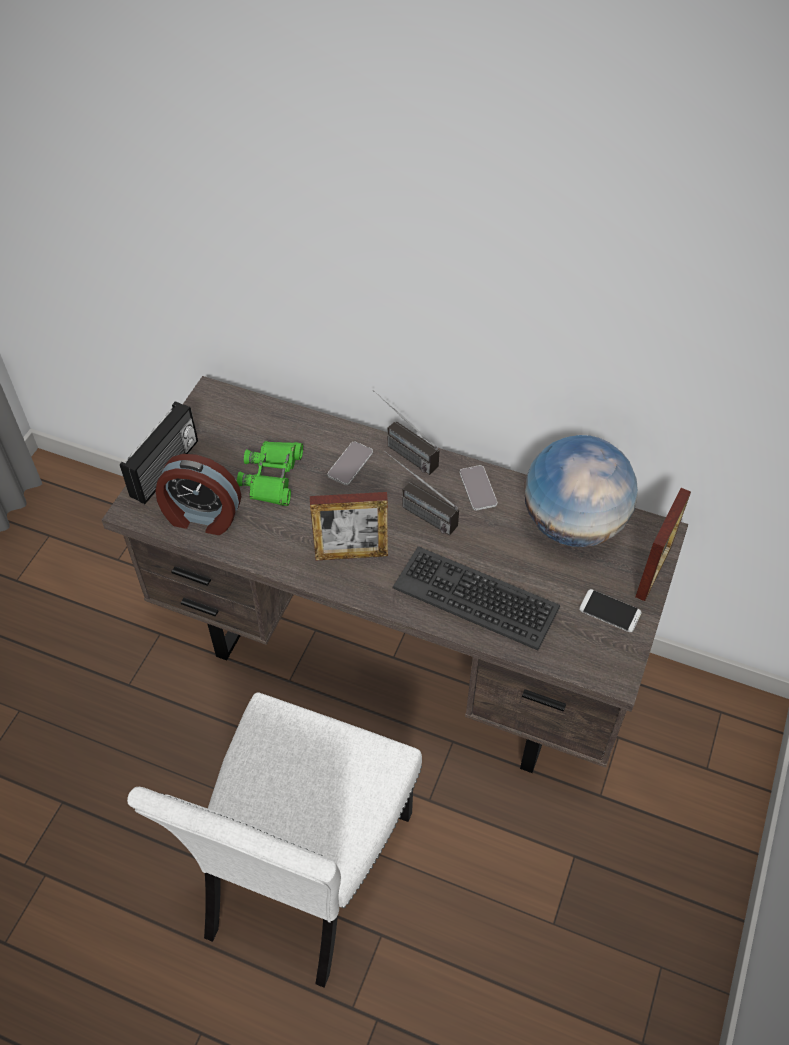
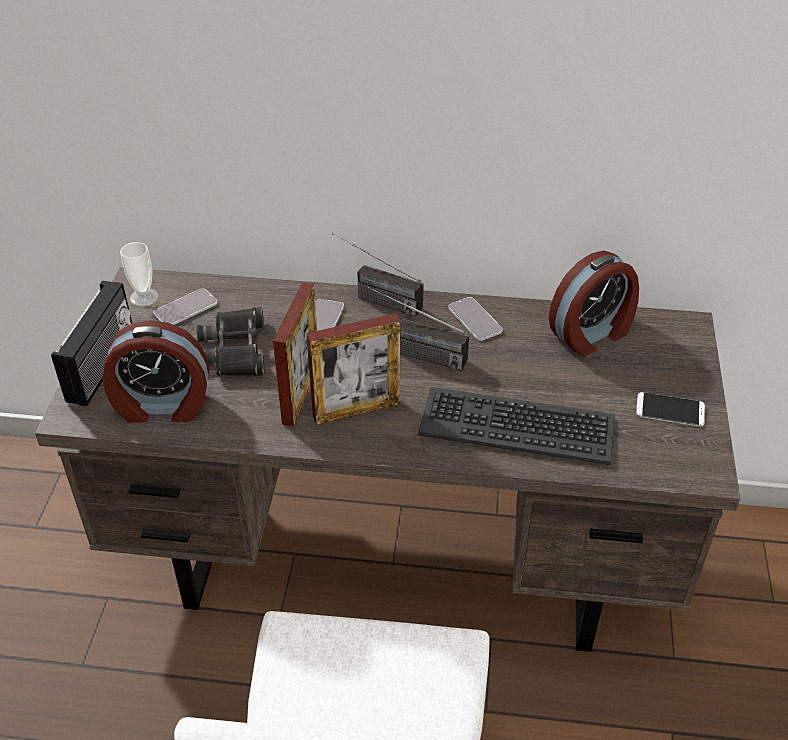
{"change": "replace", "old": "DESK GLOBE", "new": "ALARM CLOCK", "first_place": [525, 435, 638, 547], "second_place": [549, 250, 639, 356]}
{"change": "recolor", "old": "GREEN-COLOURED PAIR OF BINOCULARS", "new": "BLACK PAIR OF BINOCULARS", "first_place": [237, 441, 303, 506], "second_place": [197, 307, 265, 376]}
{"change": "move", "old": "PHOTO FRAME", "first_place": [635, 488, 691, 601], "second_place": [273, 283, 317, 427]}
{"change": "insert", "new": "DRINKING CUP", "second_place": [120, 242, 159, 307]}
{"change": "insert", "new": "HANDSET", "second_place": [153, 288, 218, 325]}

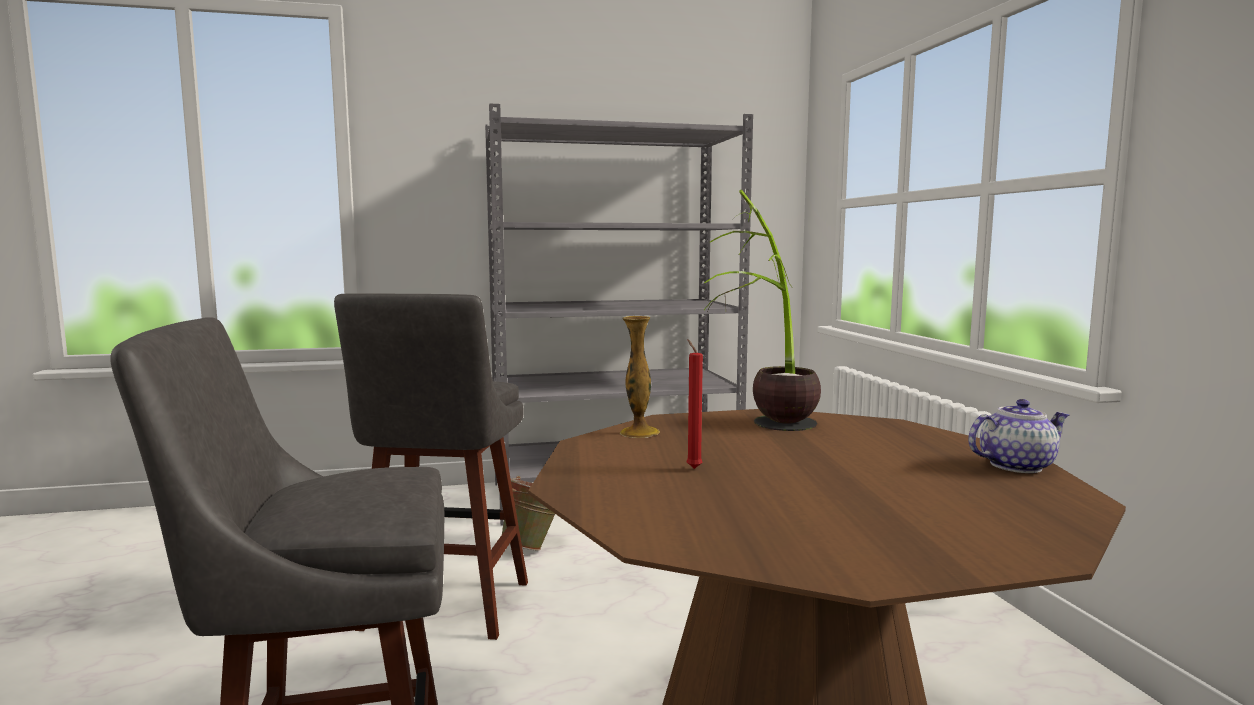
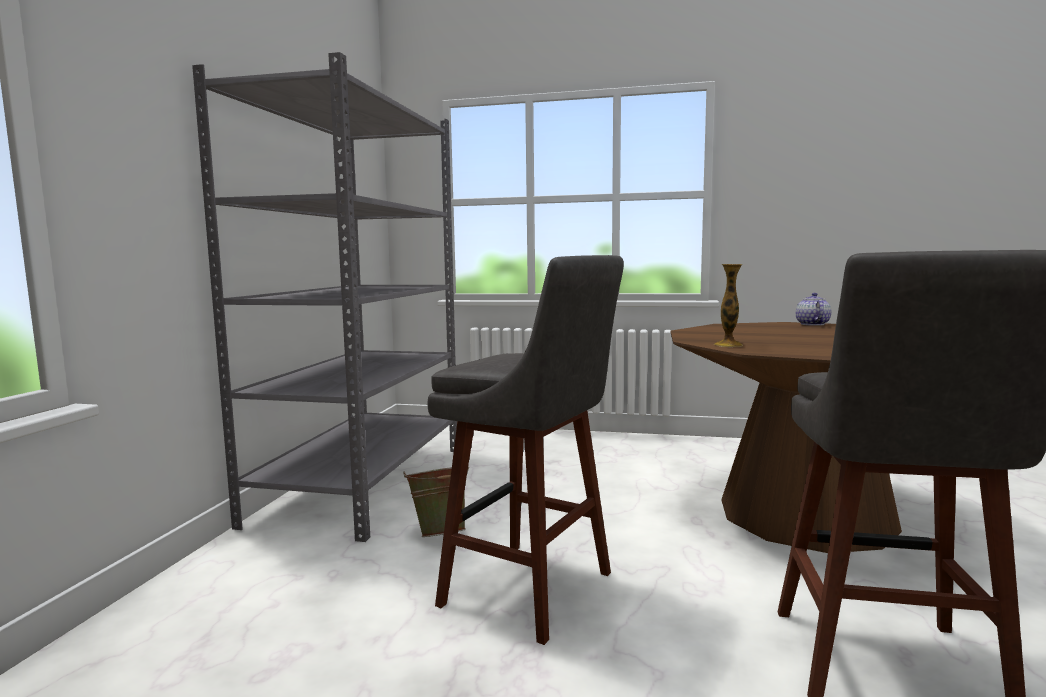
{"change": "delete", "old": "POTTED PLANT", "first_place": [704, 190, 821, 431]}
{"change": "delete", "old": "RED-COLOURED WAX CANDLE", "first_place": [686, 339, 703, 469]}

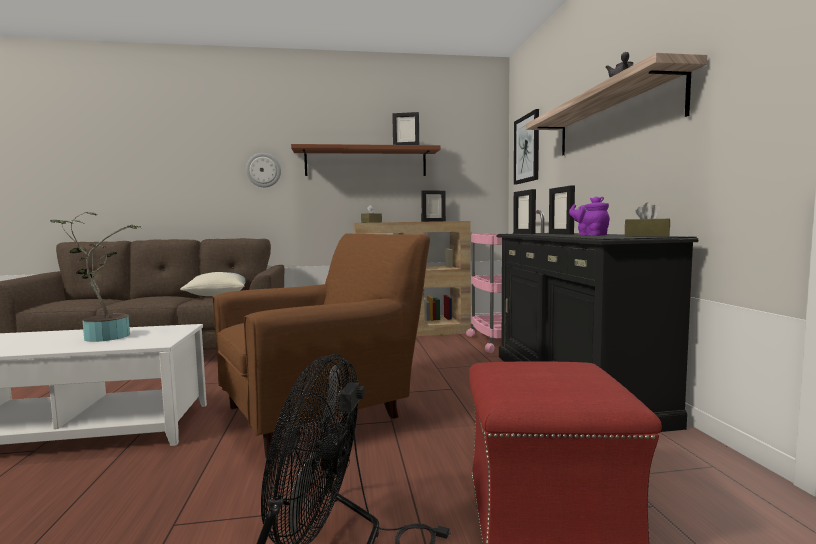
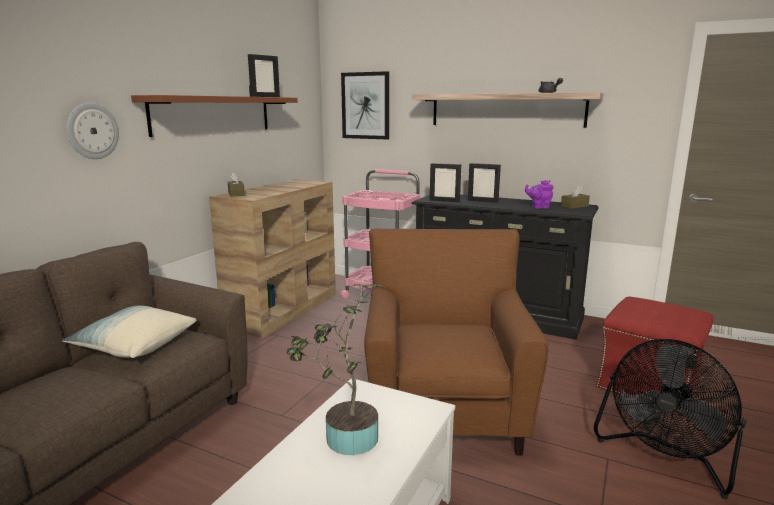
{"change": "delete", "old": "PHOTO FRAME", "first_place": [421, 190, 446, 222]}

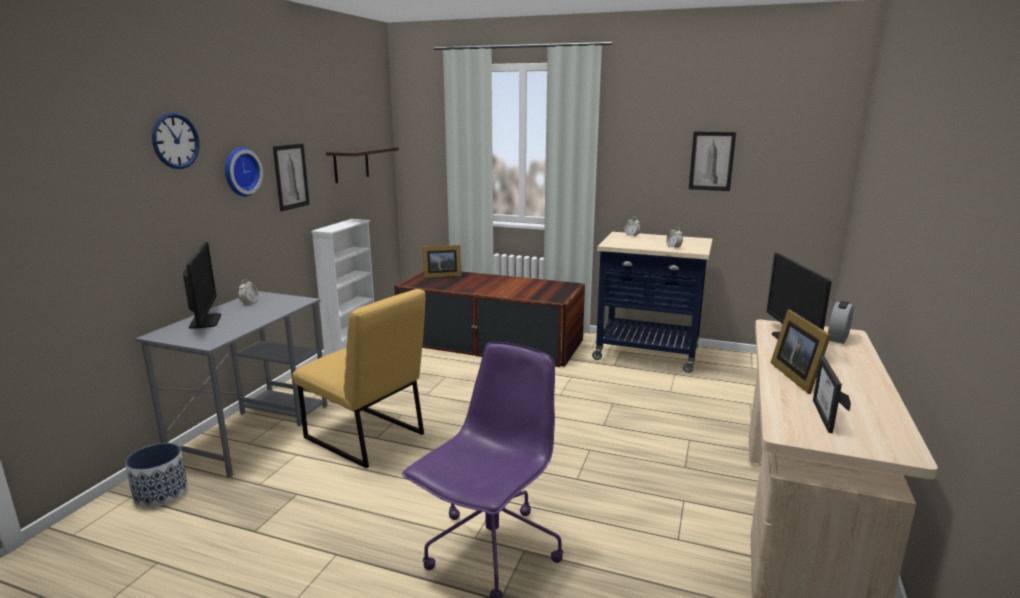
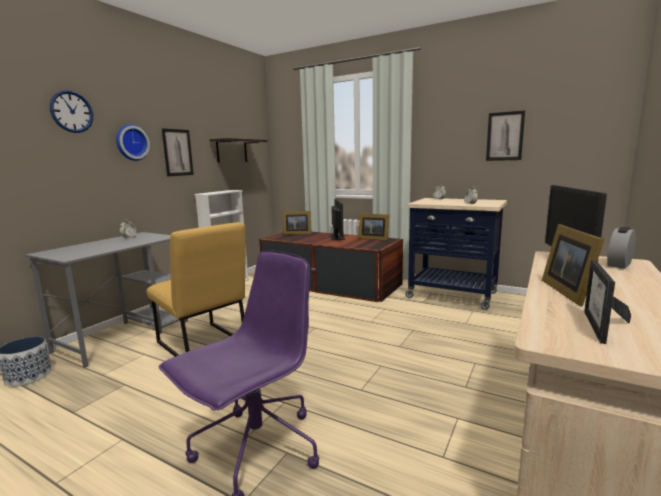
{"change": "move", "old": "COMPUTER DISPLAY", "first_place": [183, 242, 221, 329], "second_place": [330, 199, 345, 240]}
{"change": "insert", "new": "PHOTO FRAME", "second_place": [358, 214, 389, 241]}

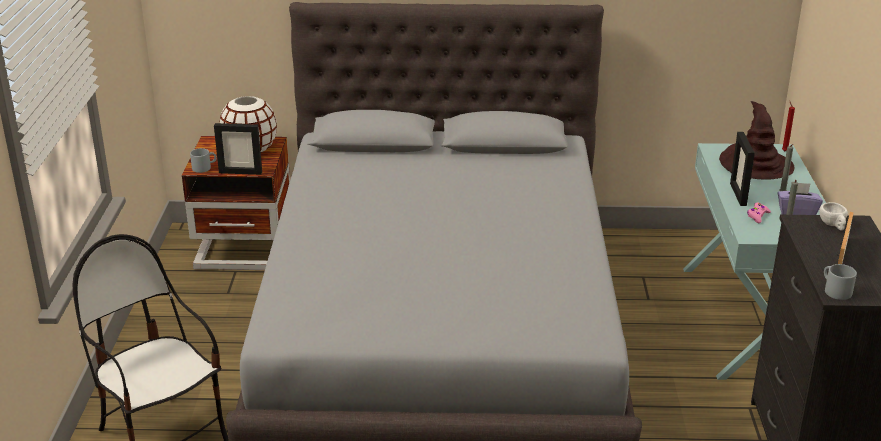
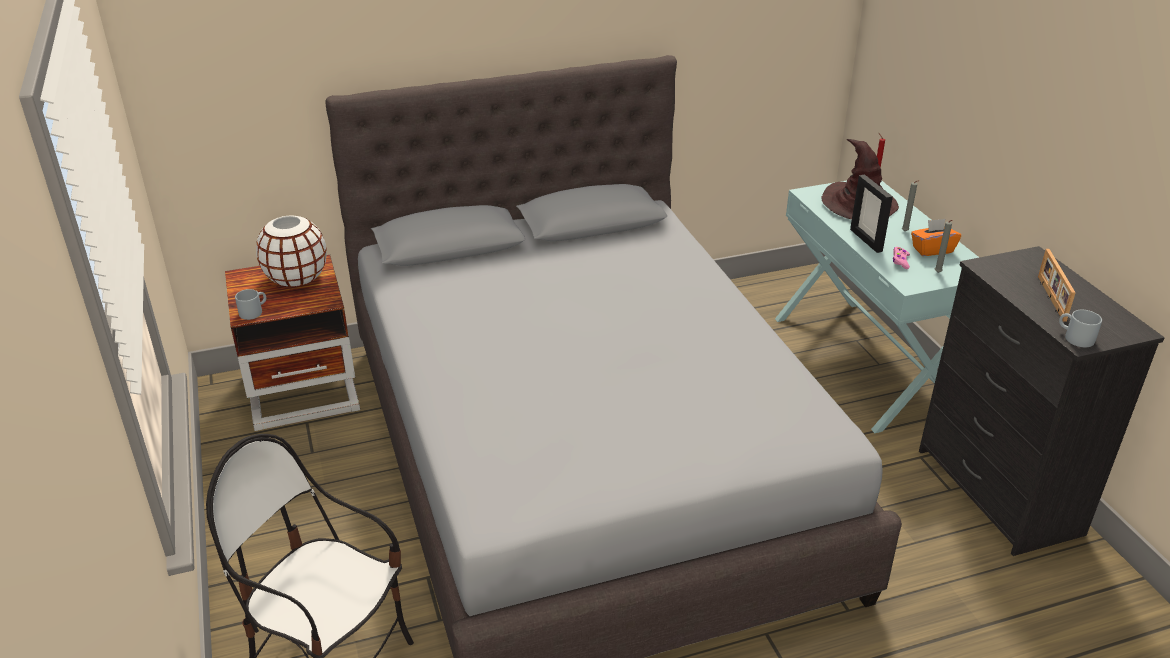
{"change": "delete", "old": "PHOTO FRAME", "first_place": [214, 123, 262, 175]}
{"change": "recolor", "old": "PURPLISH BOX OF TISSUES", "new": "ORANGE-COLOURED BOX OF TISSUES", "first_place": [778, 183, 823, 215], "second_place": [911, 219, 961, 256]}
{"change": "delete", "old": "WHITISH DRINKING CUP", "first_place": [819, 202, 848, 231]}

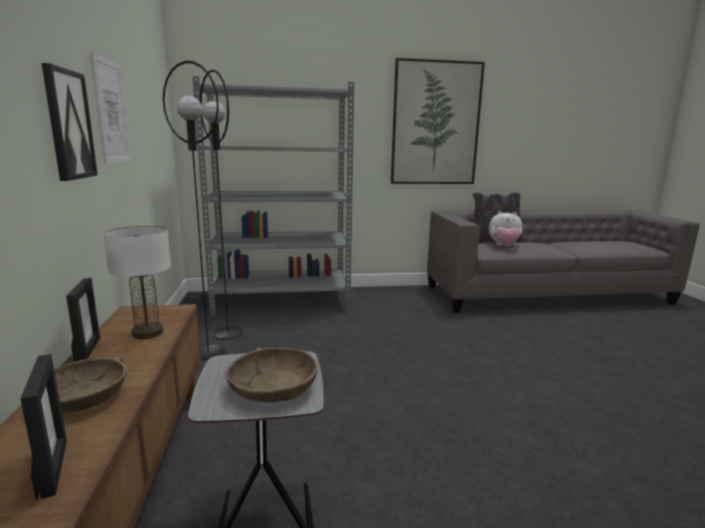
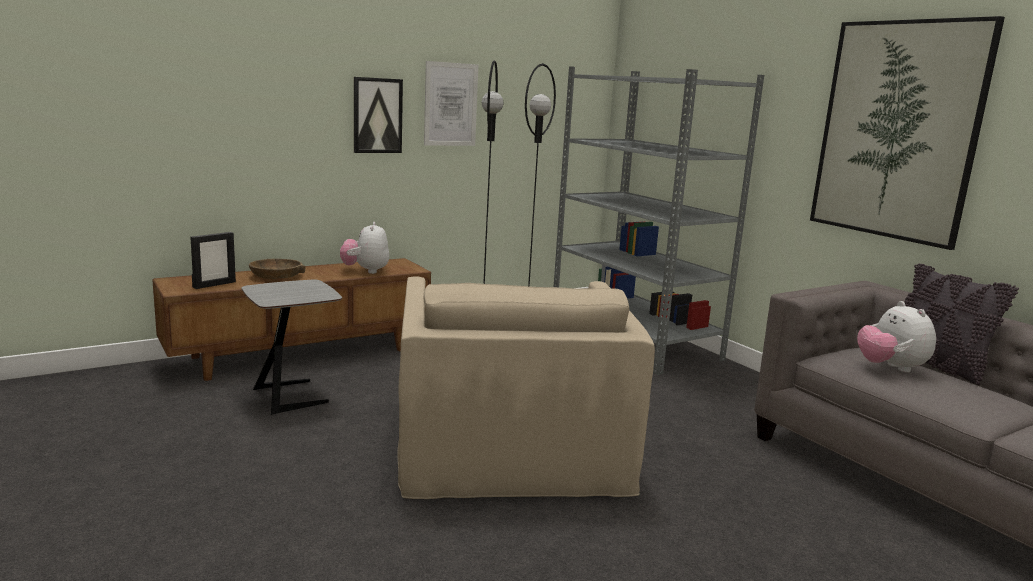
{"change": "replace", "old": "LAMP FOR A TABLE", "new": "PLUSH TOY", "first_place": [103, 226, 171, 339], "second_place": [340, 222, 389, 274]}
{"change": "delete", "old": "PHOTO FRAME", "first_place": [66, 278, 100, 362]}
{"change": "delete", "old": "BROWN-COLOURED DEEP DISH", "first_place": [226, 348, 318, 403]}
{"change": "insert", "new": "SAND-COLOURED EASY CHAIR", "second_place": [397, 276, 655, 499]}

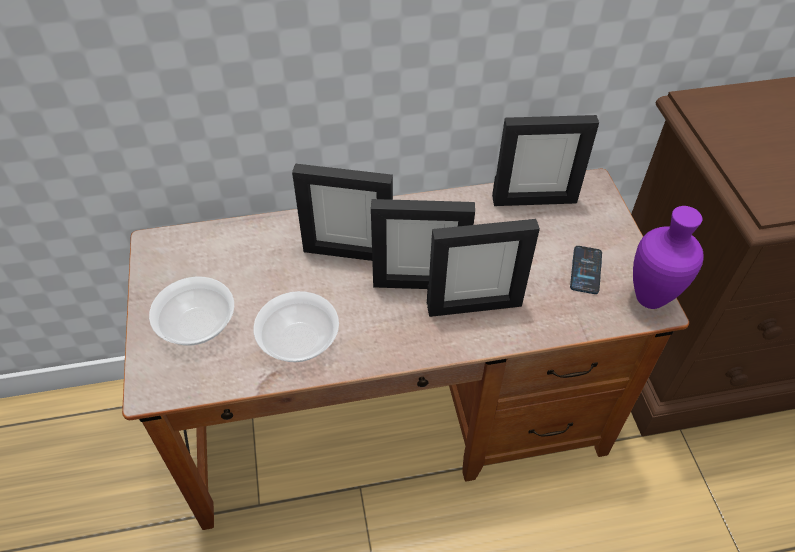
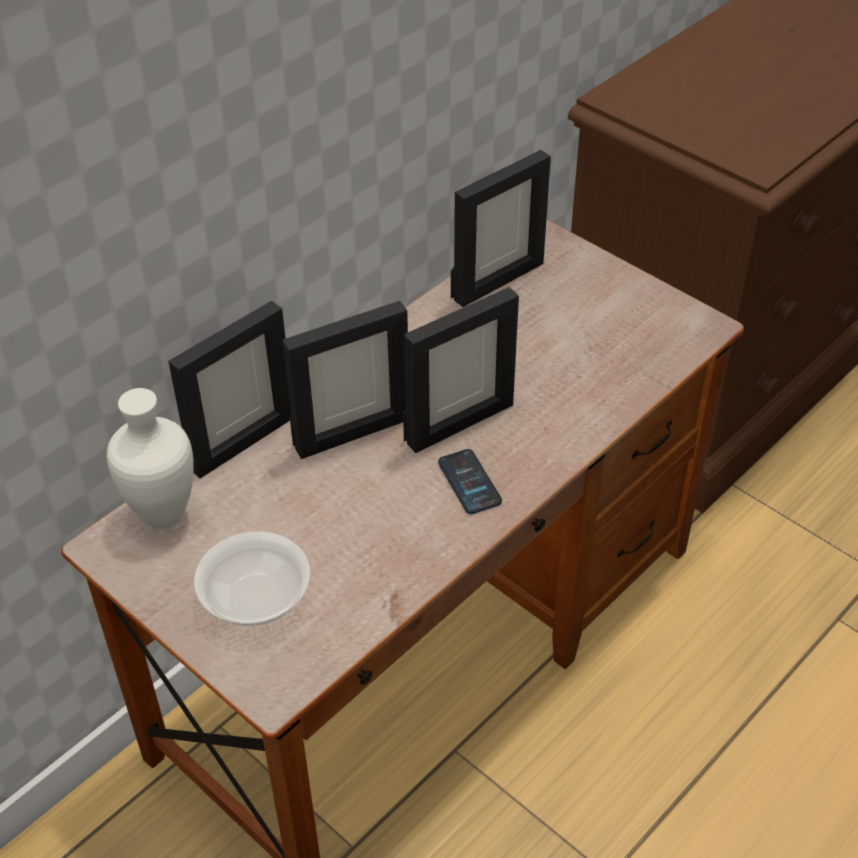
{"change": "delete", "old": "PURPLISH FLOWER VASE", "first_place": [633, 206, 704, 309]}
{"change": "move", "old": "PHOTO FRAME", "first_place": [427, 219, 540, 317], "second_place": [168, 301, 291, 478]}
{"change": "move", "old": "HANDSET", "first_place": [570, 246, 602, 294], "second_place": [438, 449, 502, 514]}
{"change": "delete", "old": "DEEP DISH", "first_place": [253, 291, 339, 362]}
{"change": "insert", "new": "WHITISH FLOWER VASE", "second_place": [107, 388, 194, 529]}

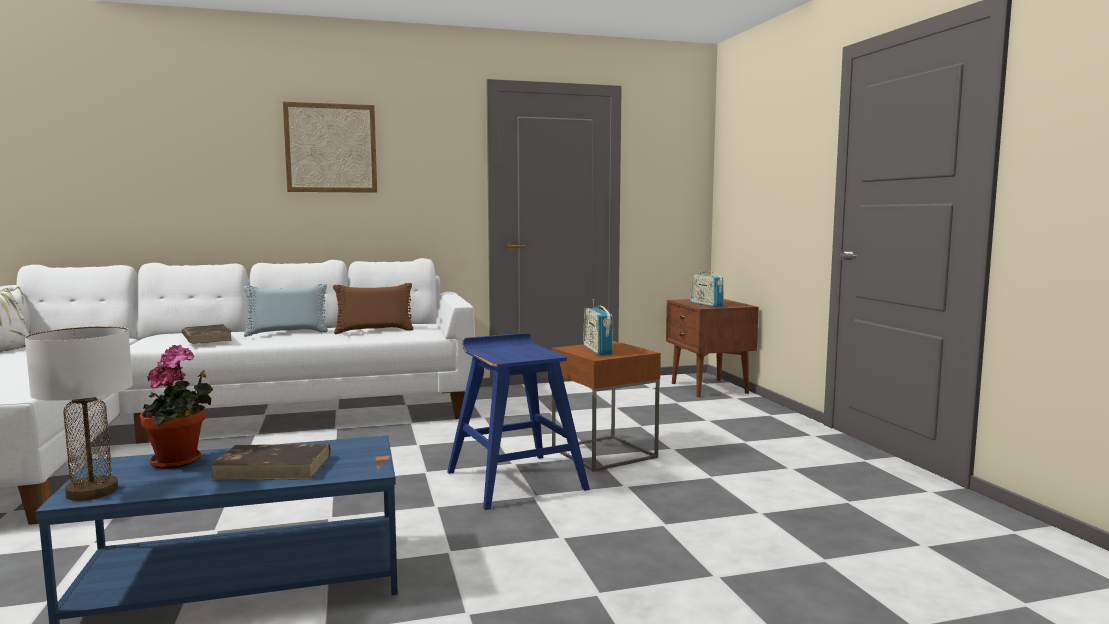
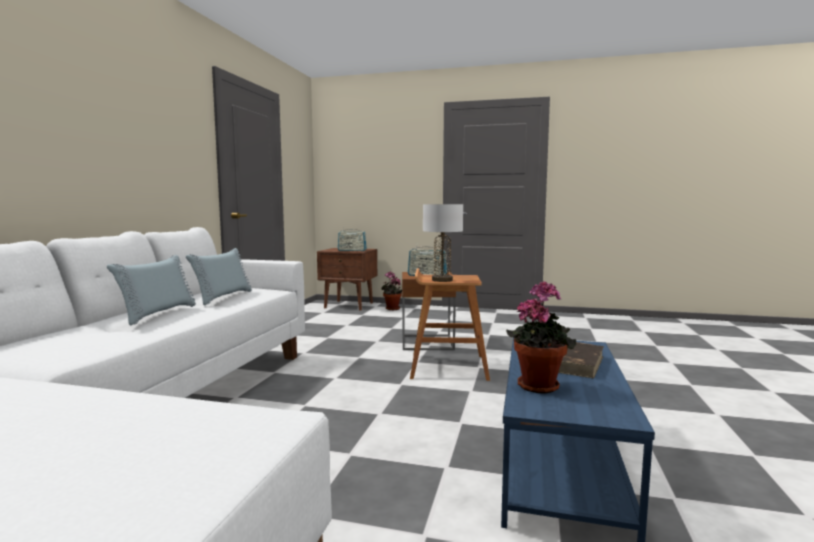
{"change": "delete", "old": "WALL PICTURE", "first_place": [283, 101, 377, 193]}
{"change": "recolor", "old": "BROWN-COLOURED PILLOW", "new": "BLUE PILLOW", "first_place": [333, 283, 413, 334], "second_place": [186, 248, 252, 305]}
{"change": "delete", "old": "BROWN-COLOURED VOLUME", "first_place": [182, 324, 232, 344]}
{"change": "move", "old": "LAMP FOR A TABLE", "first_place": [25, 326, 133, 501], "second_place": [423, 204, 463, 282]}
{"change": "recolor", "old": "BLUE SITTING STOOL", "new": "BROWN-COLOURED SITTING STOOL", "first_place": [447, 333, 590, 510], "second_place": [410, 268, 490, 381]}
{"change": "insert", "new": "POTTED PLANT", "second_place": [381, 272, 402, 310]}

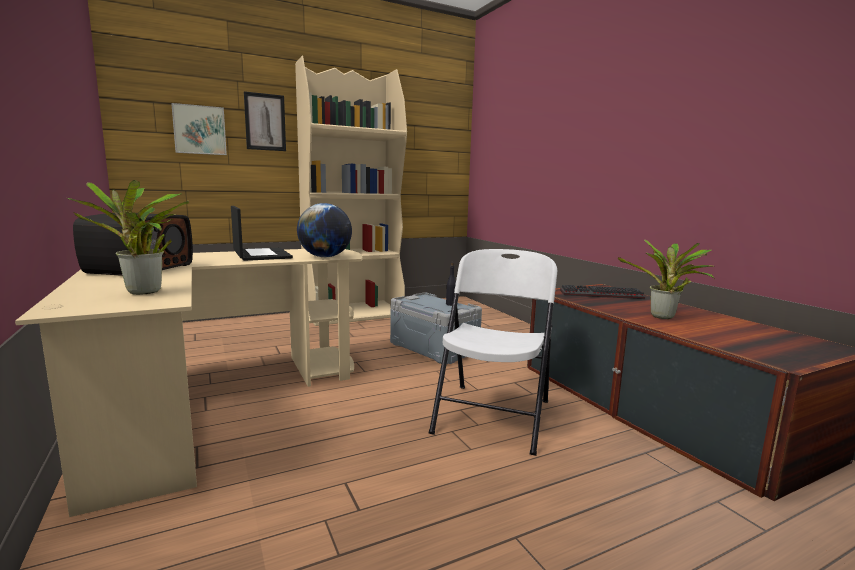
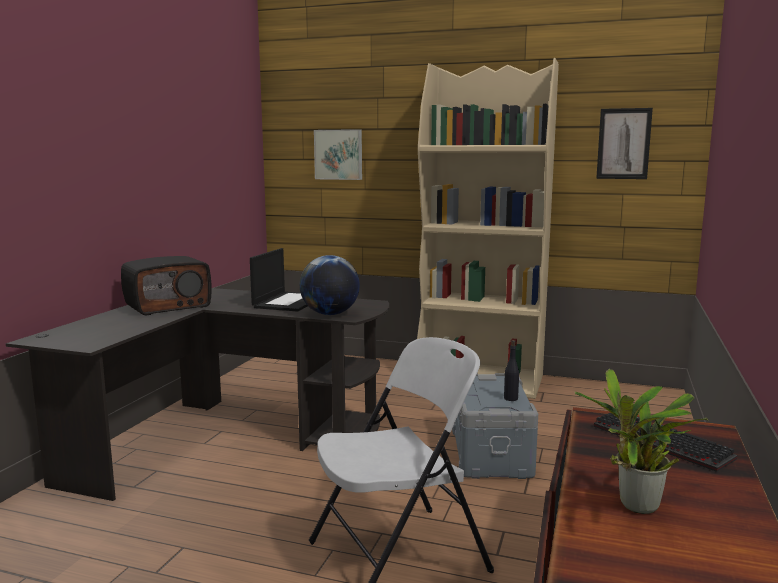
{"change": "move", "old": "WALL PICTURE", "first_place": [244, 91, 286, 151], "second_place": [596, 108, 653, 179]}
{"change": "delete", "old": "POTTED PLANT", "first_place": [67, 180, 189, 295]}
{"change": "recolor", "old": "SAND-COLOURED DESK", "new": "BLACK DESK", "first_place": [15, 249, 362, 517], "second_place": [6, 288, 389, 501]}

